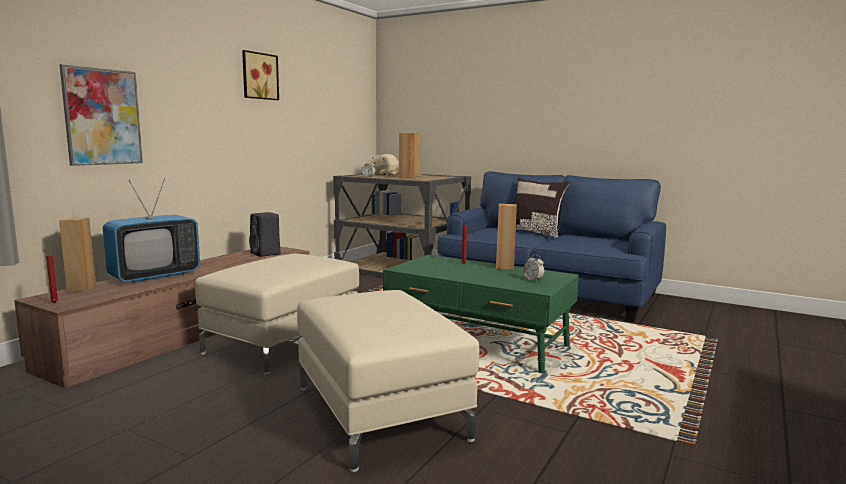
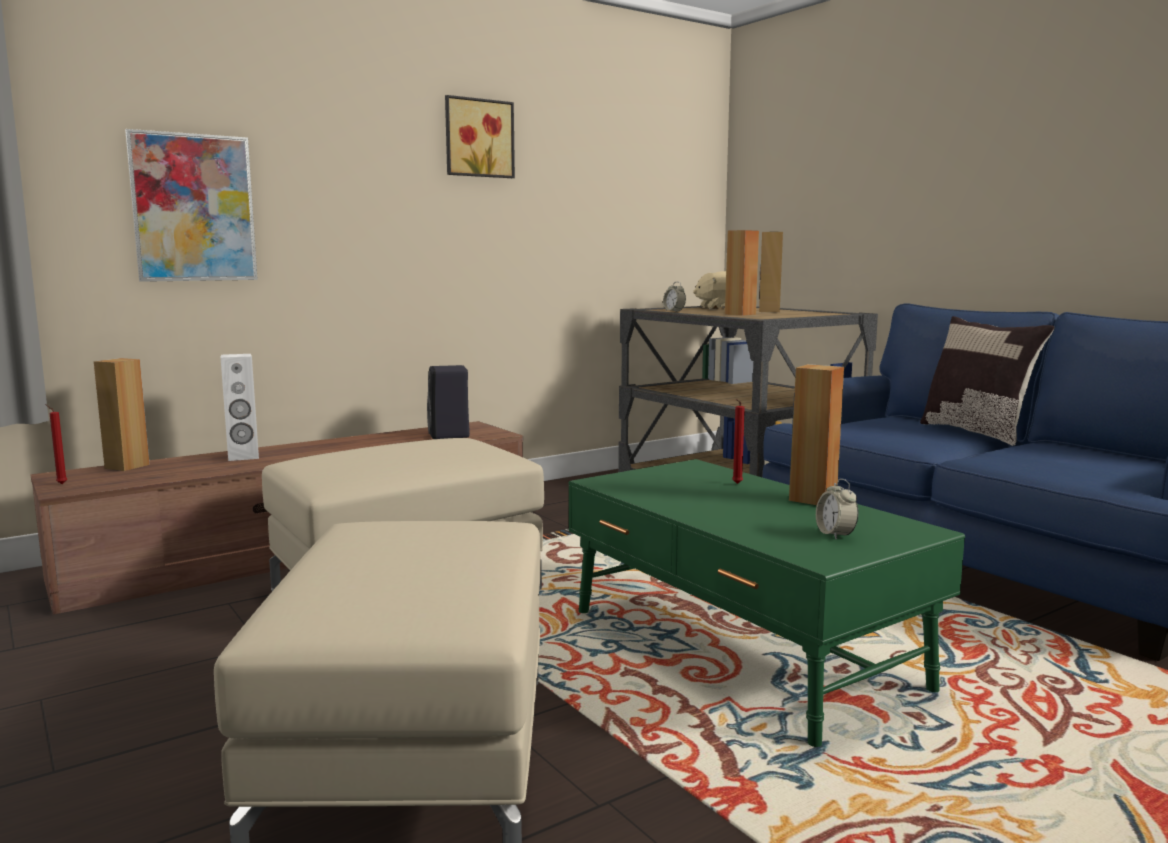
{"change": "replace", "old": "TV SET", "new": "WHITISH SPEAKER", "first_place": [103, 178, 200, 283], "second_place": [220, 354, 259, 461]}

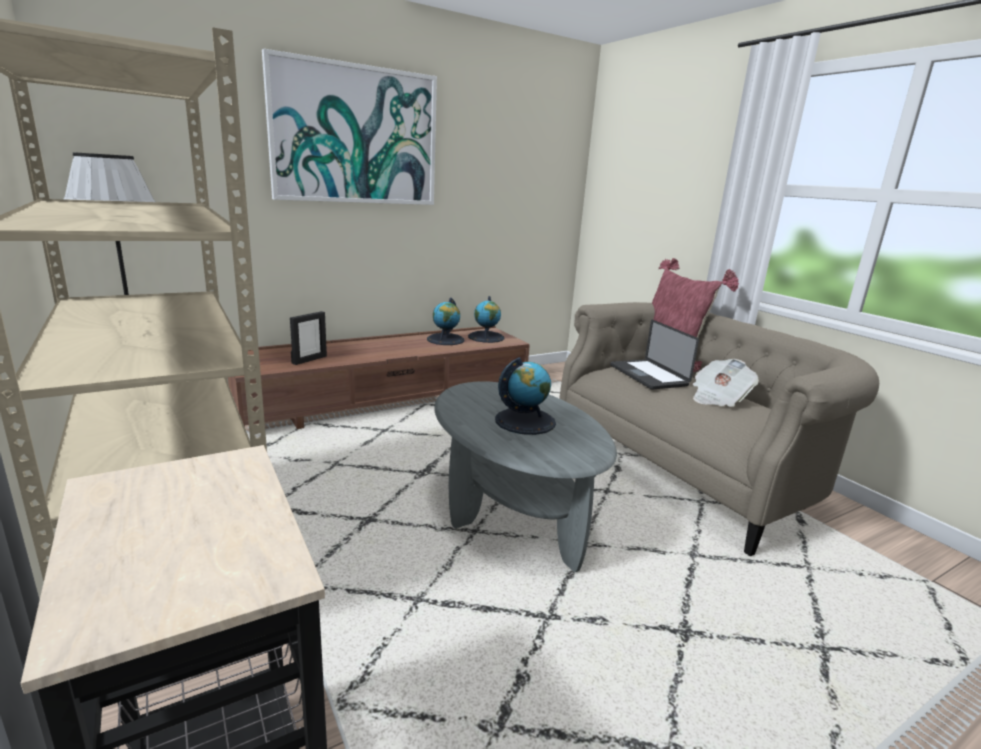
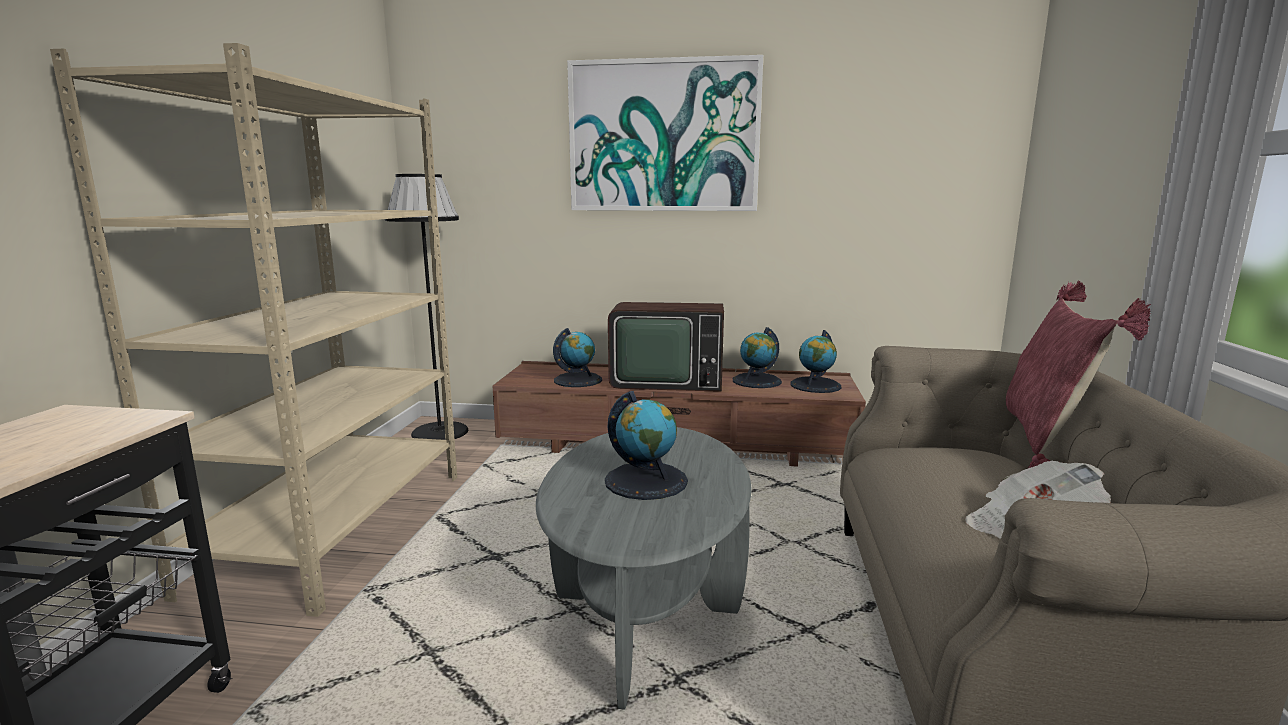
{"change": "replace", "old": "PHOTO FRAME", "new": "DESK GLOBE", "first_place": [290, 311, 327, 365], "second_place": [553, 328, 602, 387]}
{"change": "delete", "old": "NOTEBOOK COMPUTER", "first_place": [610, 320, 699, 390]}
{"change": "insert", "new": "TV SET", "second_place": [608, 302, 724, 392]}

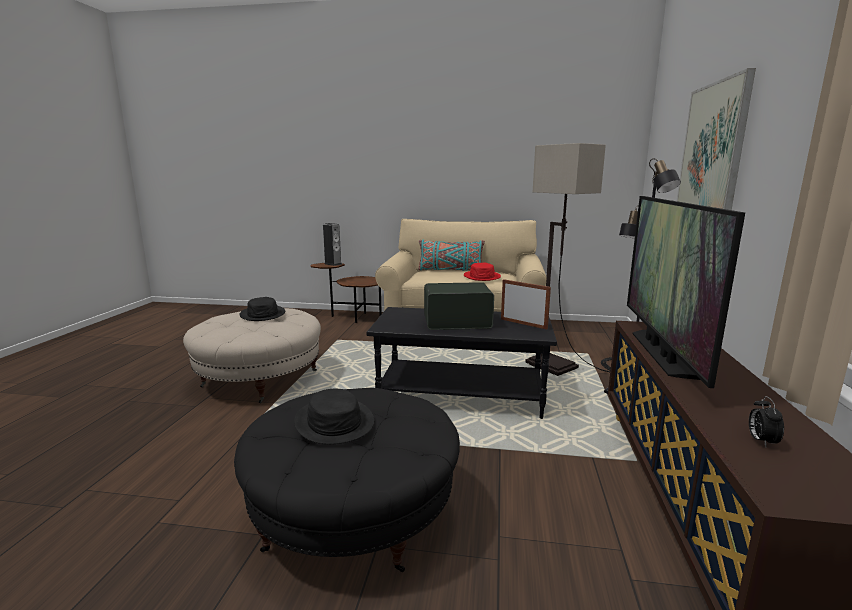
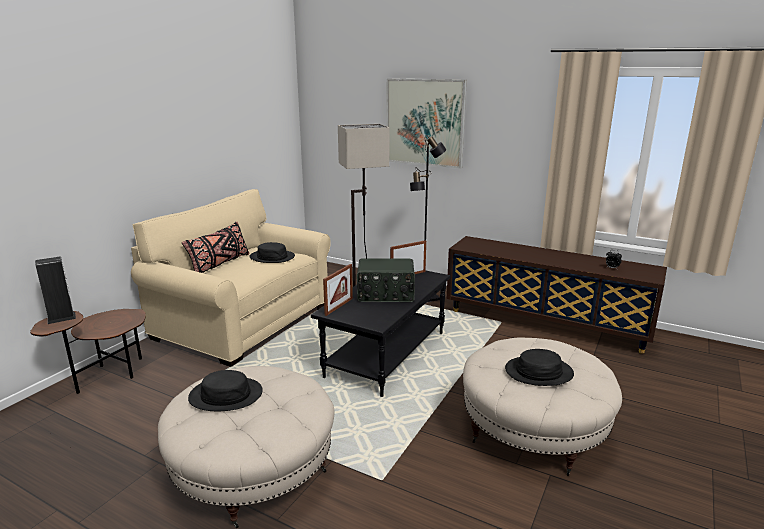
{"change": "delete", "old": "TV SET", "first_place": [627, 196, 745, 388]}
{"change": "recolor", "old": "TURQUOISE PILLOW", "new": "BLACK PILLOW", "first_place": [418, 240, 485, 271], "second_place": [182, 222, 249, 273]}
{"change": "recolor", "old": "RED-COLOURED CLOTHING HAT", "new": "BLACK CLOTHING HAT", "first_place": [464, 263, 501, 281], "second_place": [249, 242, 295, 263]}
{"change": "rotate", "old": "RADIO RECEIVER", "first_place": [424, 282, 494, 330], "second_place": [357, 258, 415, 302], "degrees": -105}
{"change": "recolor", "old": "BLACK OTTOMAN", "new": "SAND-COLOURED OTTOMAN", "first_place": [234, 388, 460, 572], "second_place": [463, 338, 622, 476]}
{"change": "insert", "new": "PHOTO FRAME", "second_place": [323, 264, 353, 316]}

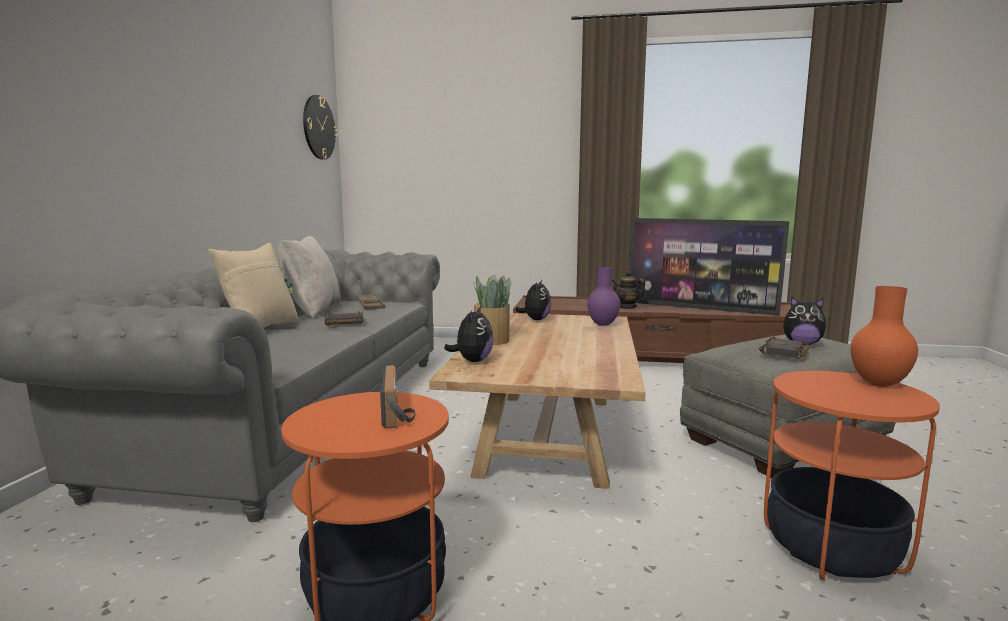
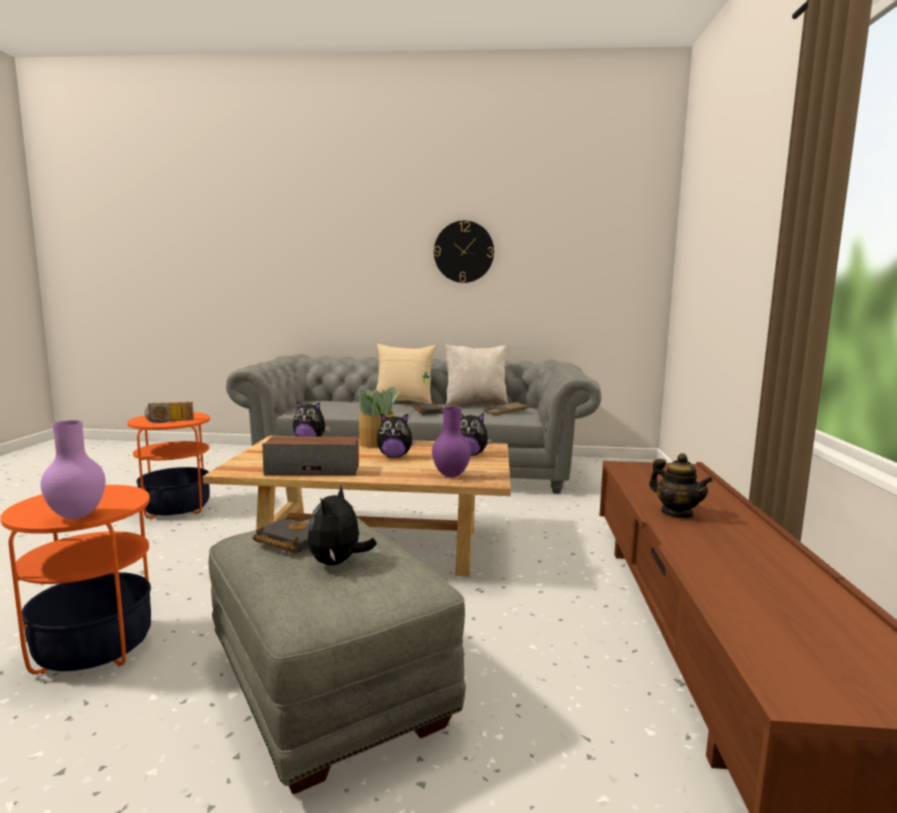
{"change": "move", "old": "CLOCK ON THE WALL", "first_place": [303, 95, 337, 160], "second_place": [434, 220, 494, 283]}
{"change": "delete", "old": "TV SET", "first_place": [628, 218, 790, 316]}
{"change": "rotate", "old": "TEA POT", "first_place": [612, 271, 646, 309], "second_place": [649, 453, 713, 518], "degrees": 105}
{"change": "recolor", "old": "ORANGE-COLOURED FLOWER VASE", "new": "PURPLISH FLOWER VASE", "first_place": [850, 286, 918, 387], "second_place": [41, 420, 105, 519]}
{"change": "insert", "new": "PLUSH TOY", "second_place": [377, 413, 416, 458]}
{"change": "insert", "new": "SPEAKER", "second_place": [262, 436, 359, 475]}

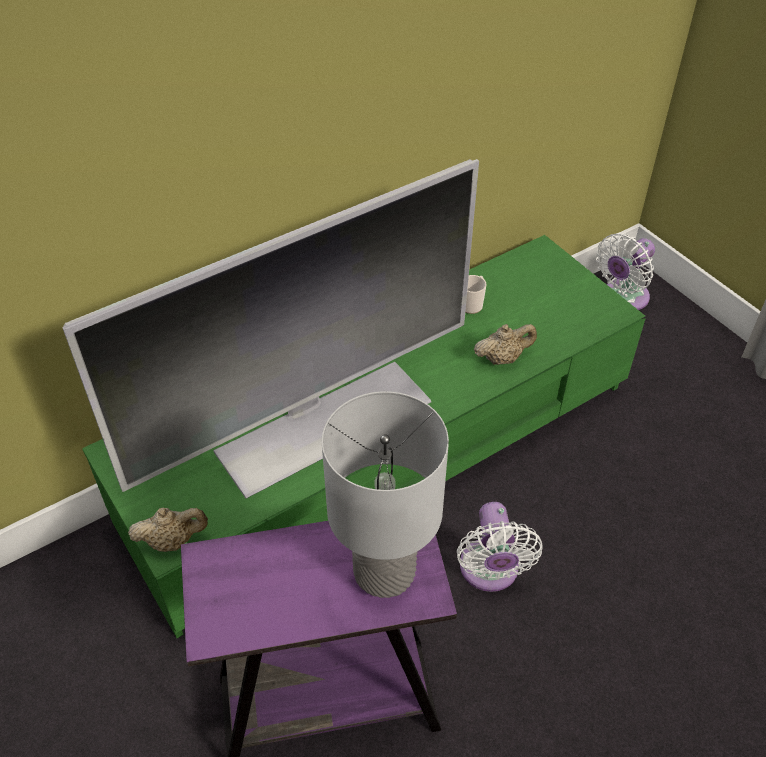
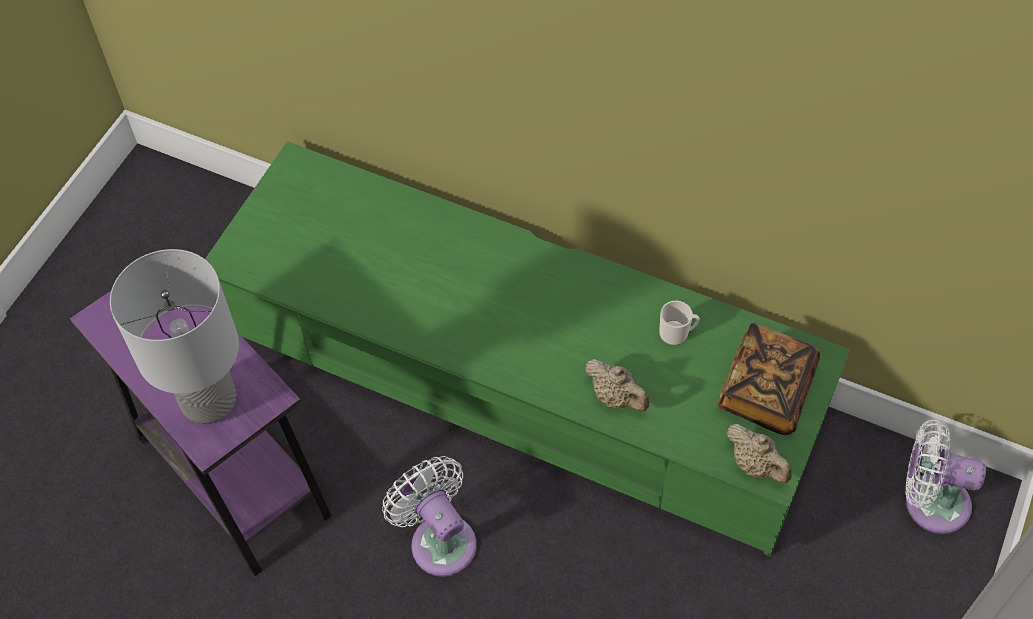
{"change": "delete", "old": "TV SET", "first_place": [62, 159, 479, 498]}
{"change": "rotate", "old": "WHITISH COOLING FAN", "first_place": [457, 502, 543, 592], "second_place": [382, 456, 476, 577], "degrees": 90}
{"change": "move", "old": "SAND-COLOURED TEA POT", "first_place": [128, 507, 208, 552], "second_place": [726, 424, 792, 483]}
{"change": "insert", "new": "VOLUME", "second_place": [718, 323, 820, 435]}

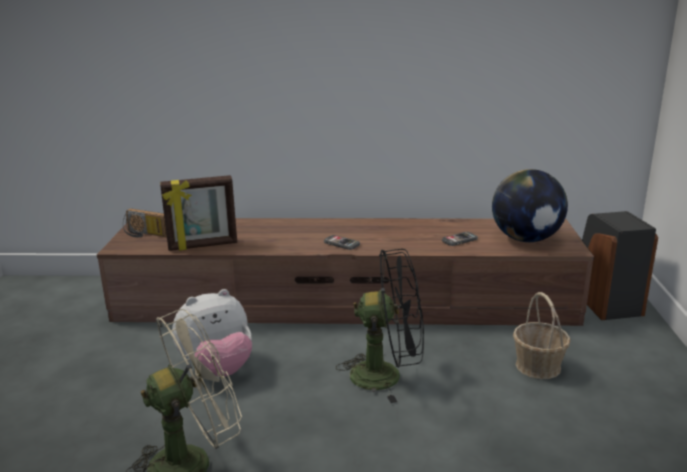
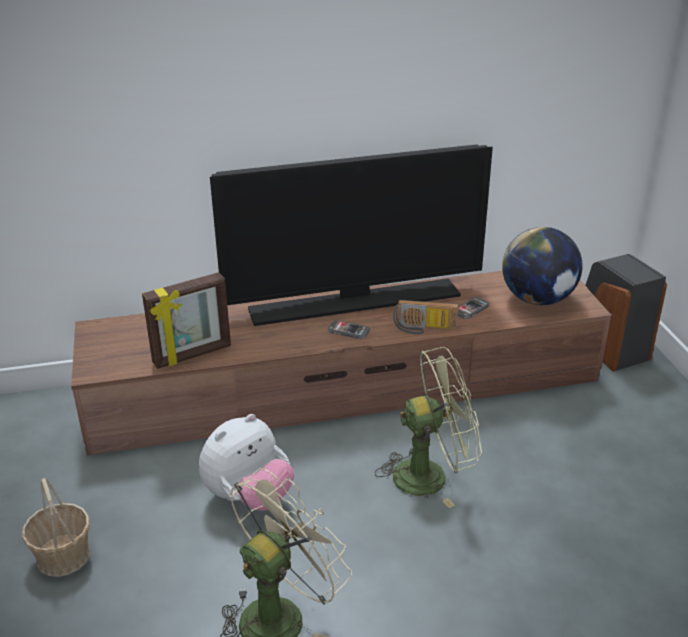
{"change": "move", "old": "RADIO RECEIVER", "first_place": [123, 208, 167, 238], "second_place": [393, 300, 458, 334]}
{"change": "recolor", "old": "BLACK COOLING FAN", "new": "GREEN-COLOURED COOLING FAN", "first_place": [336, 249, 424, 403], "second_place": [375, 347, 482, 508]}
{"change": "move", "old": "STORAGE BASKET", "first_place": [513, 292, 570, 379], "second_place": [22, 478, 90, 577]}
{"change": "insert", "new": "TV SET", "second_place": [210, 144, 493, 326]}

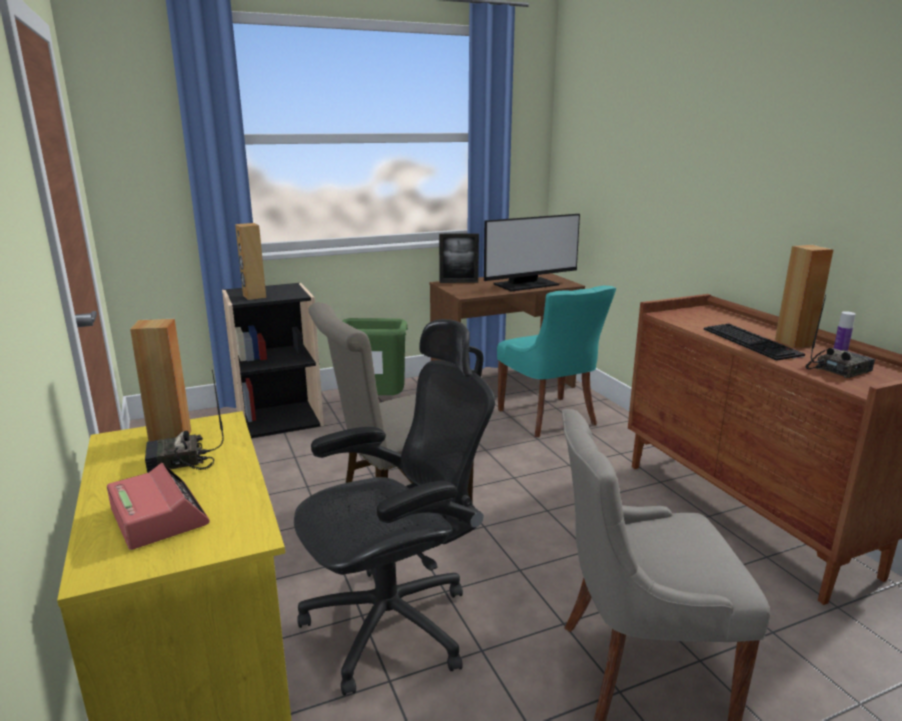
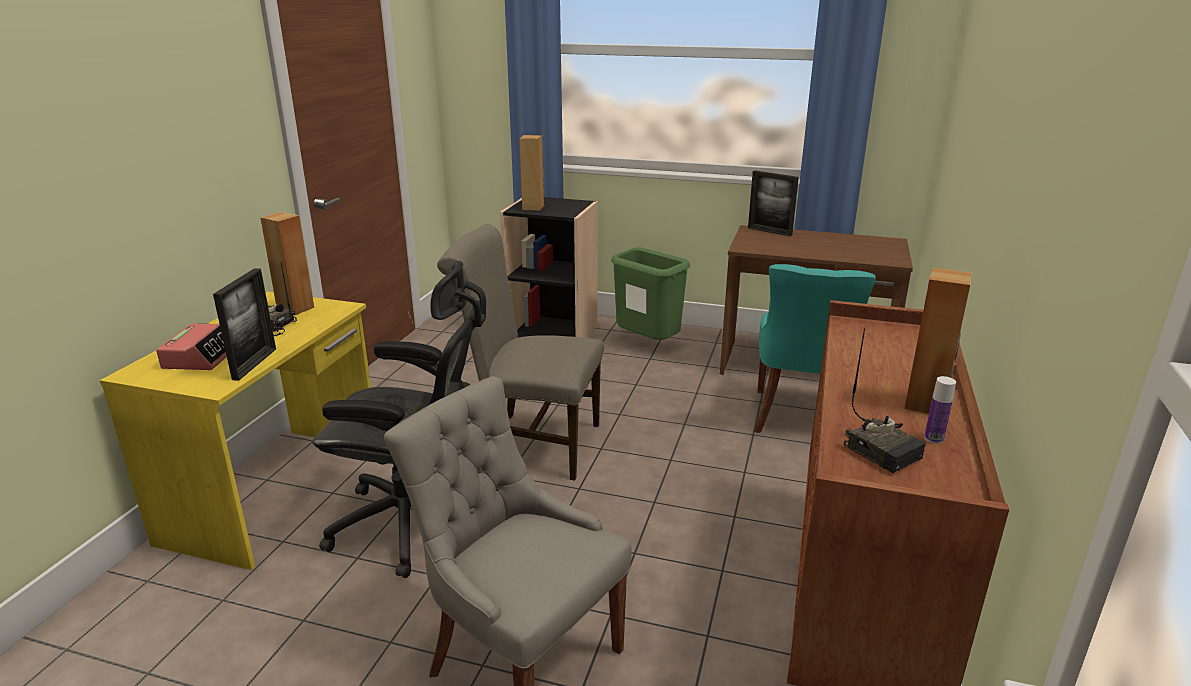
{"change": "delete", "old": "COMPUTER DISPLAY", "first_place": [484, 214, 580, 292]}
{"change": "rotate", "old": "RADIO RECEIVER", "first_place": [805, 295, 875, 378], "second_place": [844, 328, 926, 473], "degrees": 45}
{"change": "delete", "old": "KEYBOARD", "first_place": [704, 324, 805, 361]}
{"change": "insert", "new": "PHOTO FRAME", "second_place": [213, 268, 276, 381]}

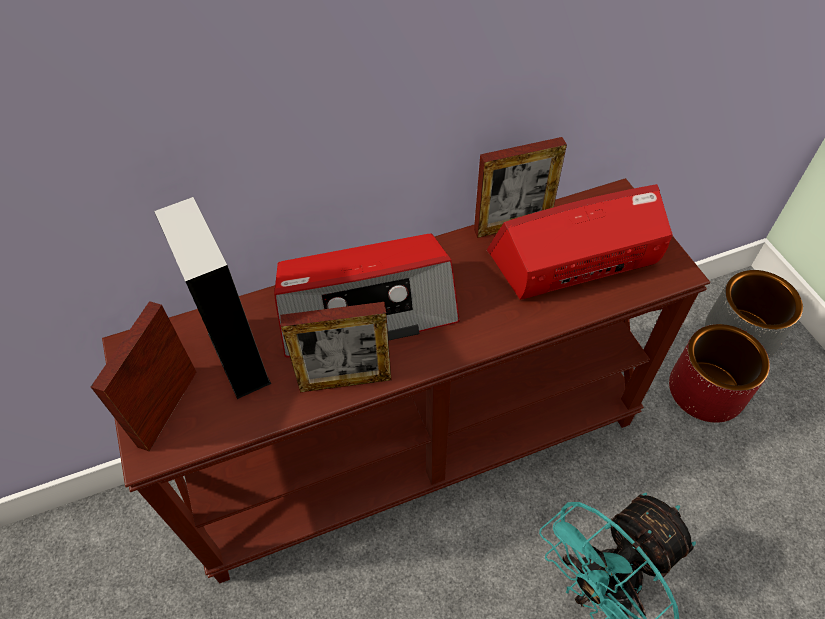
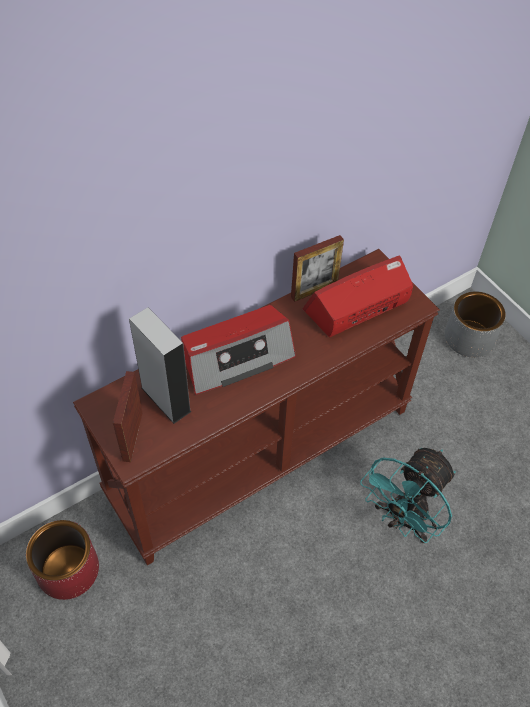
{"change": "delete", "old": "PHOTO FRAME", "first_place": [280, 302, 391, 393]}
{"change": "move", "old": "RED-COLOURED PLANT POT", "first_place": [669, 324, 770, 423], "second_place": [26, 520, 99, 600]}

